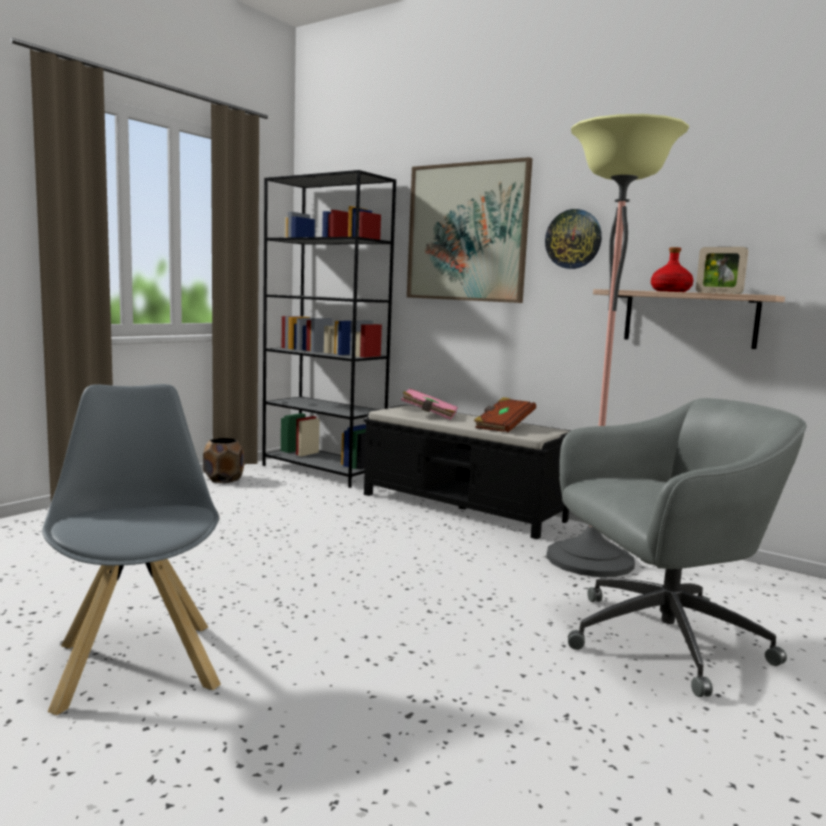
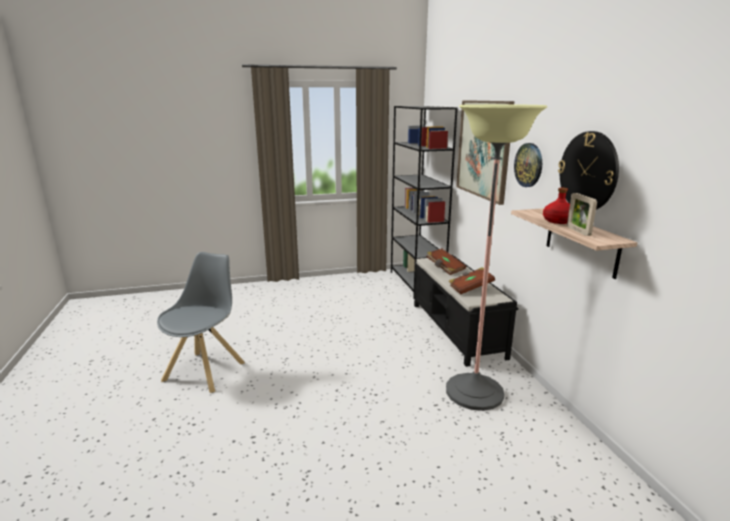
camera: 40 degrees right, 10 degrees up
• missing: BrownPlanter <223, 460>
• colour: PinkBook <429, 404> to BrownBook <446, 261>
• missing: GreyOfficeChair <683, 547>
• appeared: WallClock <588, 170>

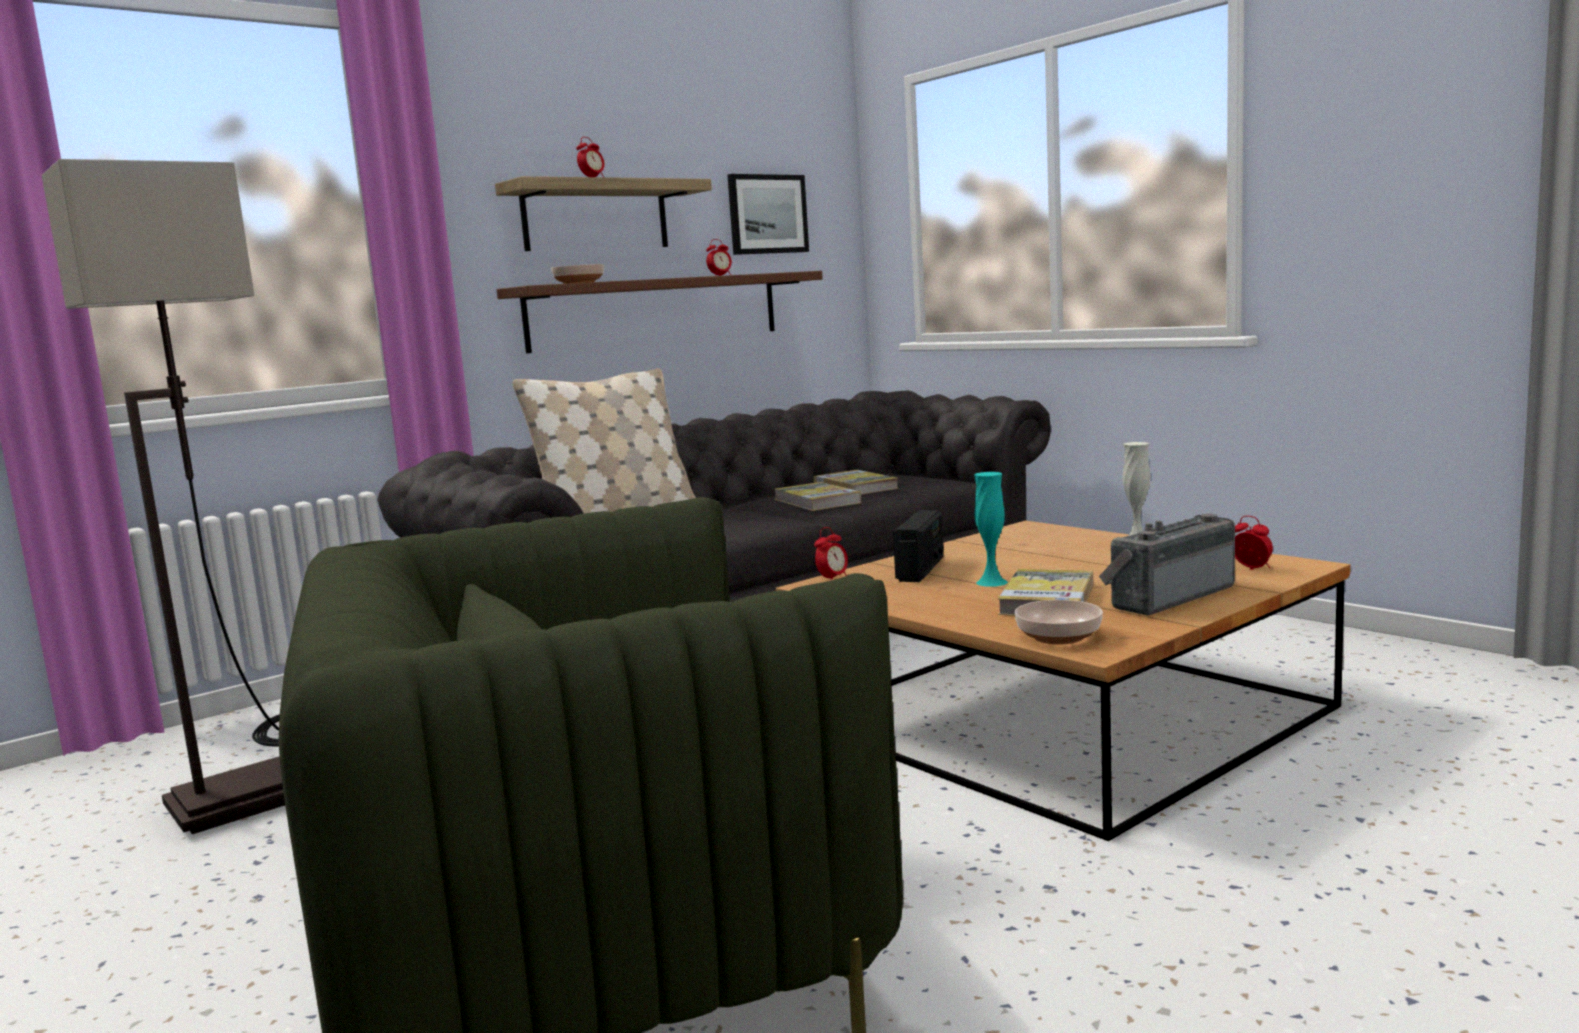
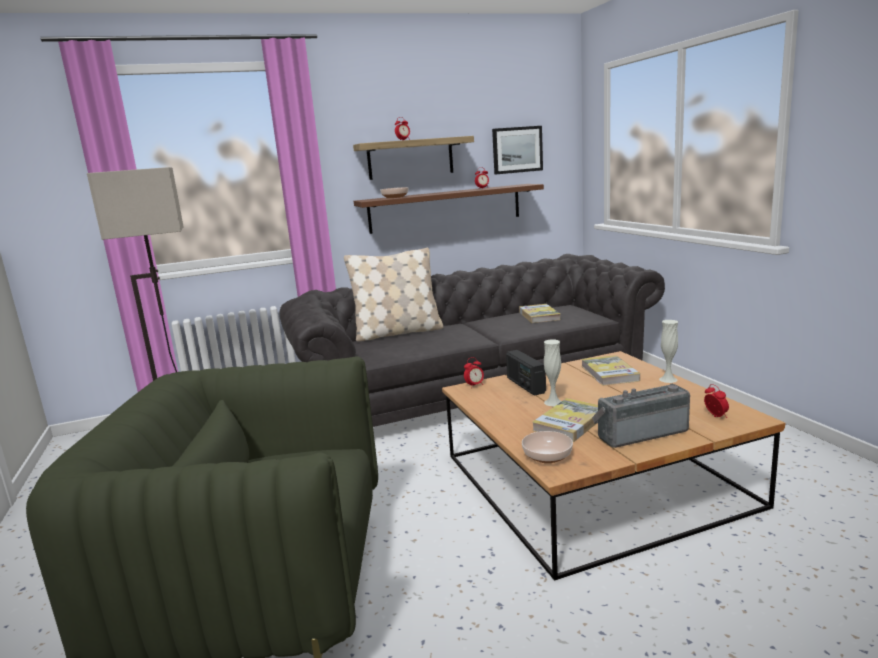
camera: 20 degrees right, 5 degrees up
• relocated: Book <817, 496> to <610, 370>
• spun: Radio <918, 546> = <526, 373> 120 degrees clockwise
• colour: TurquoiseVase <991, 529> to WhiteVase <553, 372>

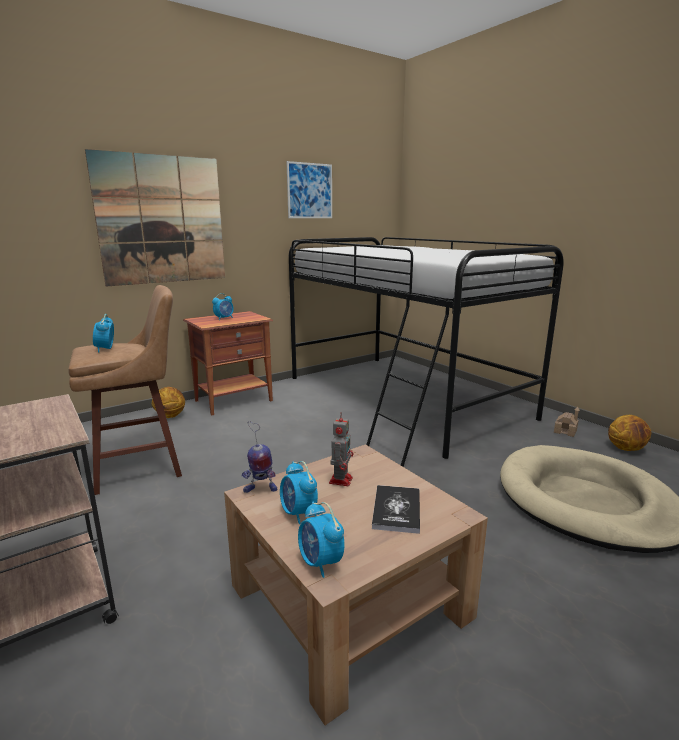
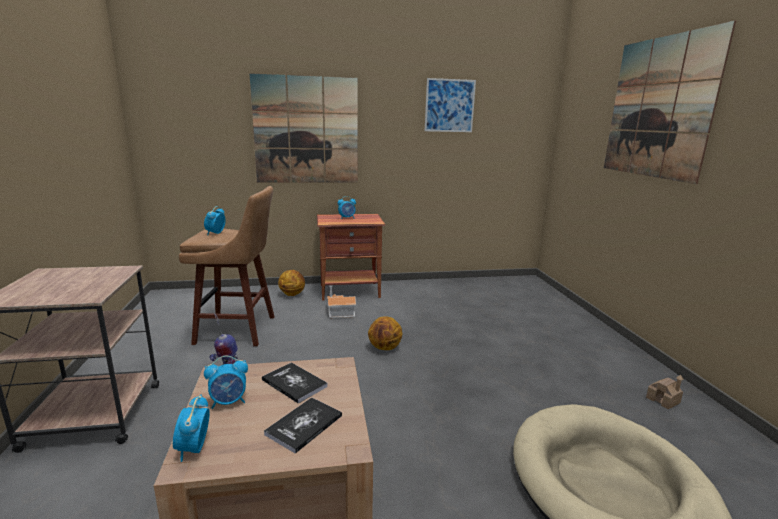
camera: 25 degrees right, 0 degrees up
• spun: AlarmClock <299, 492> = <226, 382> 105 degrees counterclockwise
• missing: BlackBed <426, 352>
• exchanged: ToyRobot <341, 449> to Book <295, 383>
• relocated: Basketball <629, 433> to <385, 333>
• appeared: ToyHouse <341, 302>
• appeared: Picture <670, 102>

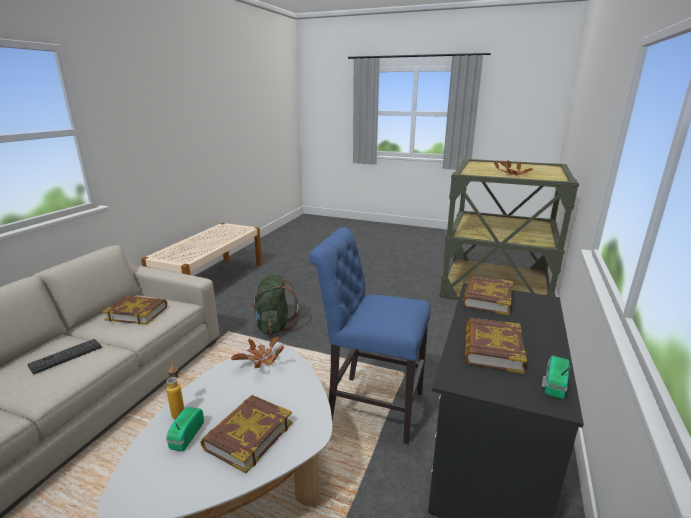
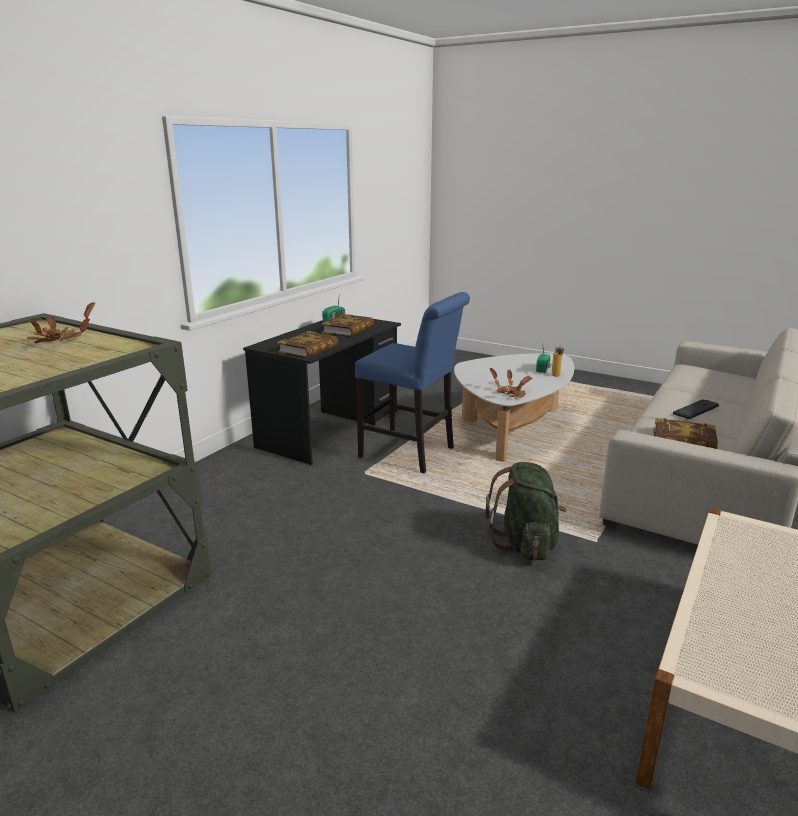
camera: 170 degrees left, 0 degrees up
• missing: Book <246, 434>

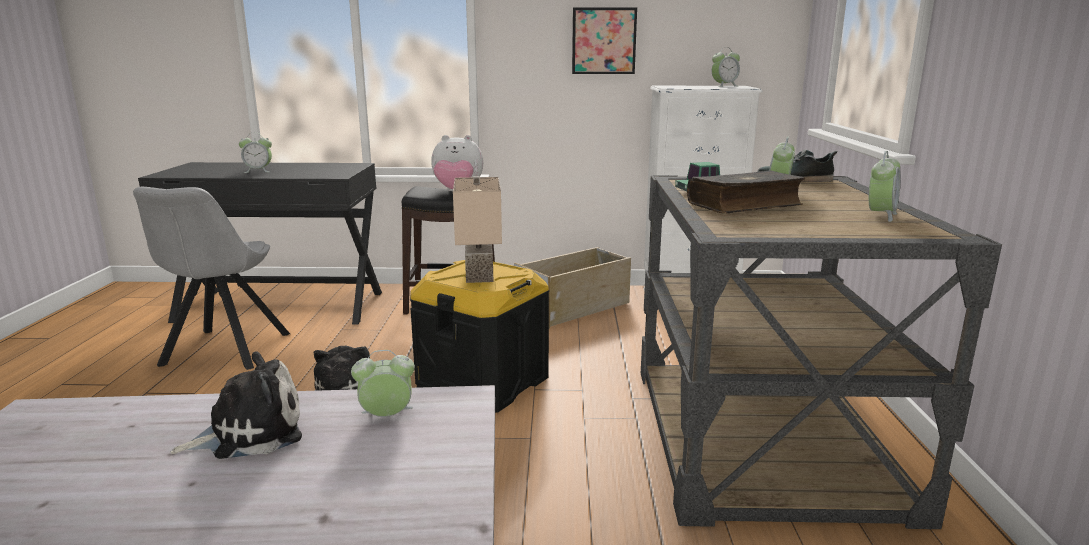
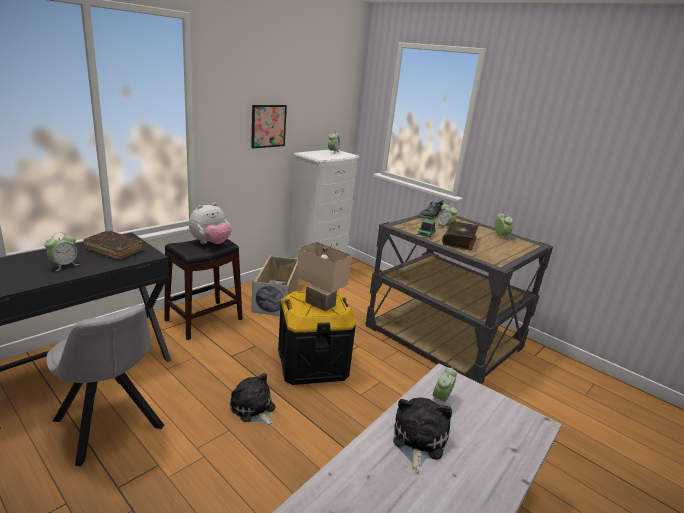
camera: 50 degrees left, 5 degrees up
• appeared: BrownBook <114, 245>

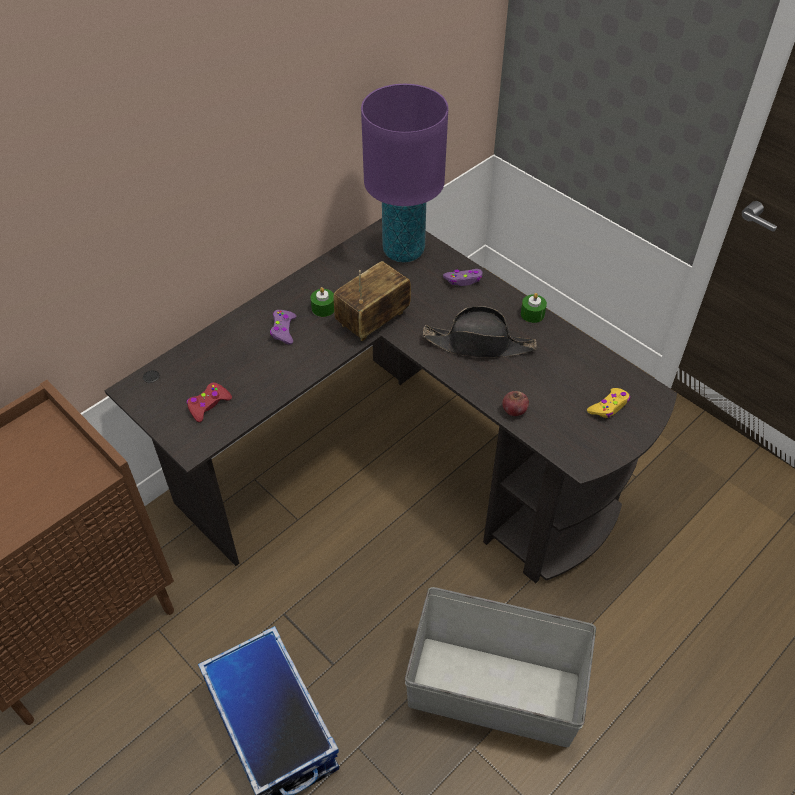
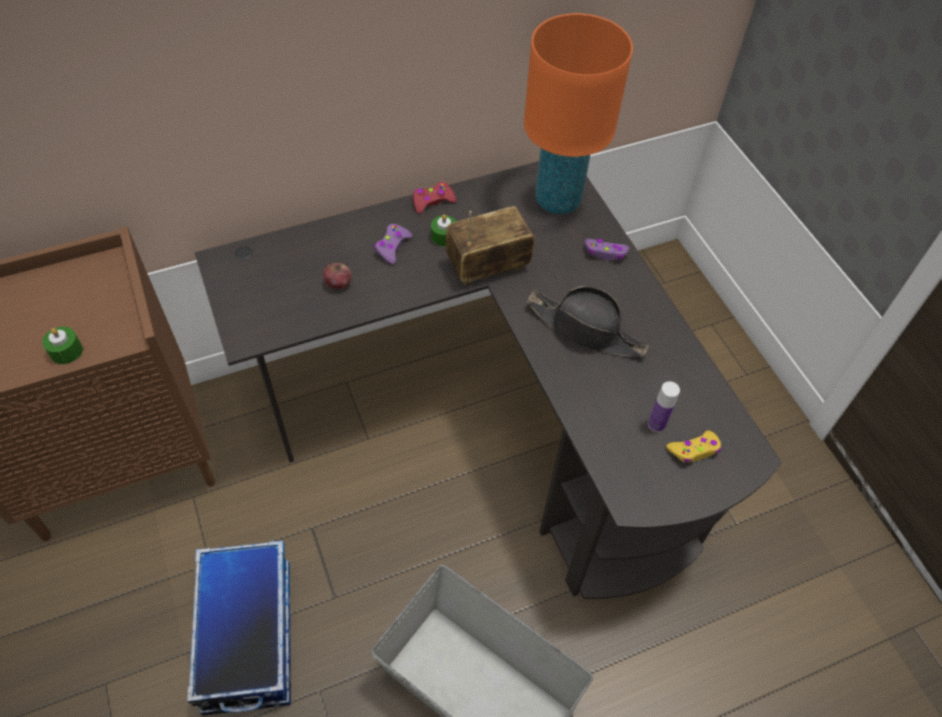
camera: 20 degrees right, 5 degrees up
• relocated: RedGameController <209, 402> to <434, 198>
• colour: PurpleTableLamp <404, 173> to OrangeTableLamp <578, 113>
• relocated: Apple <515, 403> to <337, 276>
• relocated: GreenCandle <534, 308> to <62, 345>
• appeared: Bottle <664, 406>

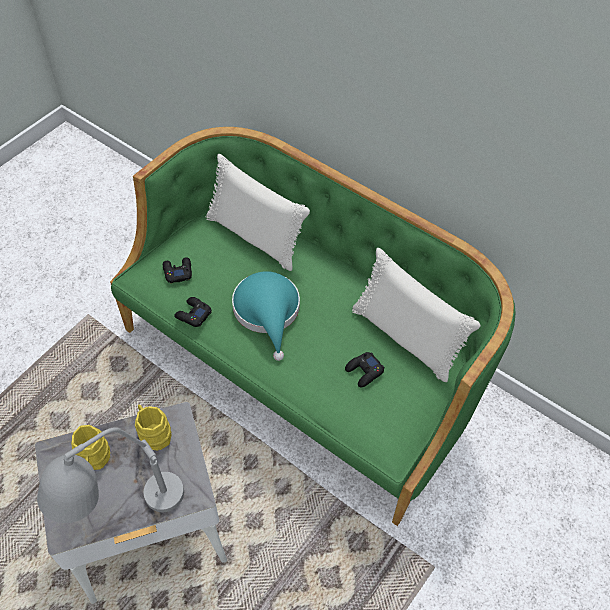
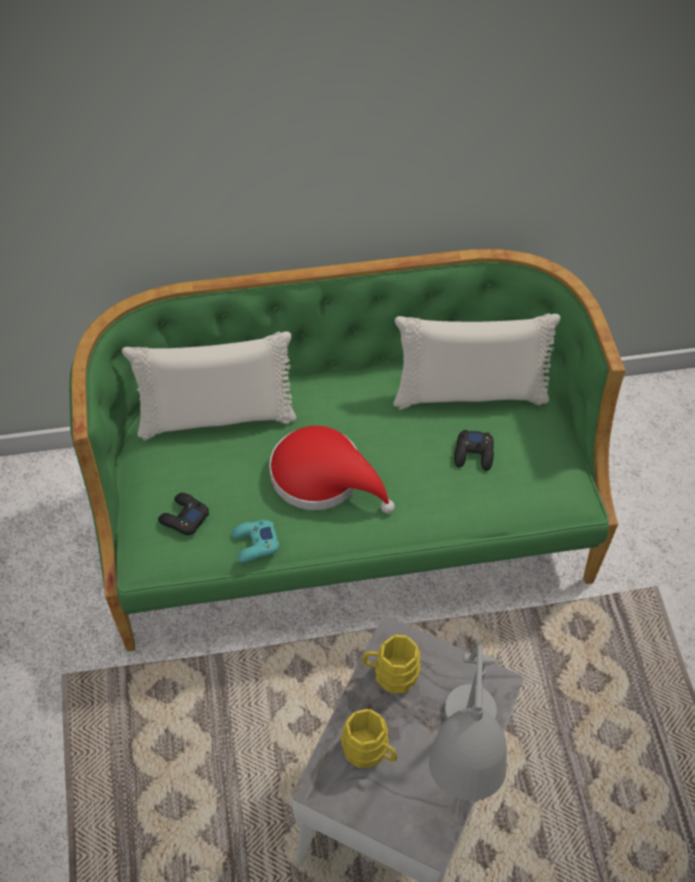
camera: 45 degrees left, 0 degrees up
• colour: BlackGameController <193, 312> to TurquoiseGameController <256, 540>
• colour: TurquoiseHat <266, 316> to RedHat <332, 470>

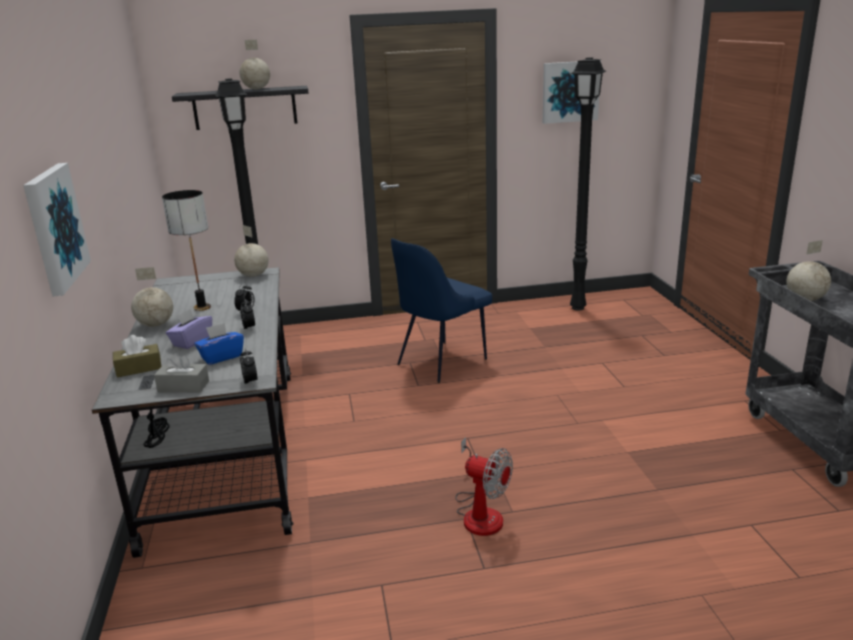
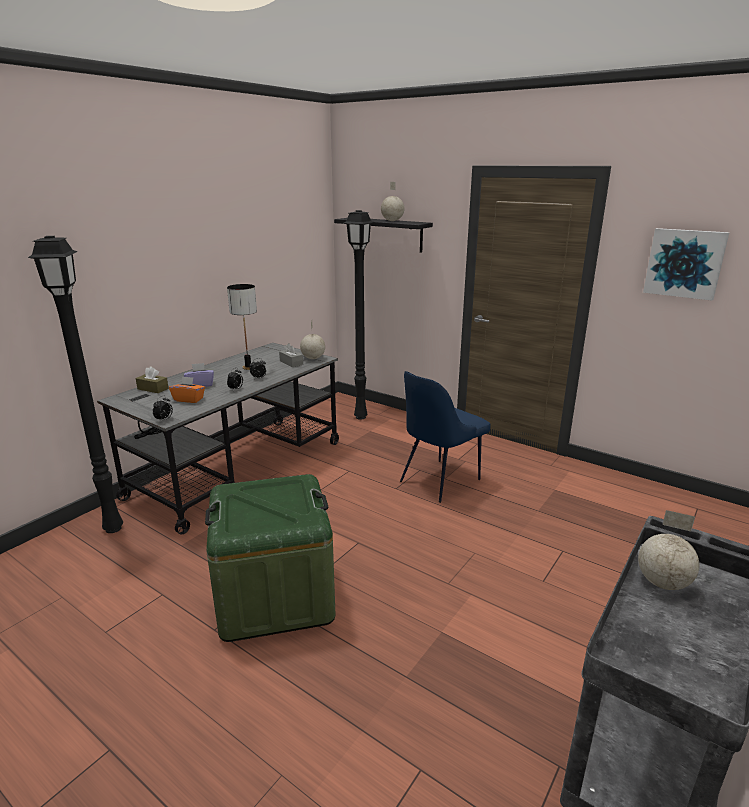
camera: 45 degrees right, 0 degrees up
• missing: Picture <57, 229>
• missing: Globe <152, 297>
• relocated: GreyTissueBox <181, 372> to <291, 355>
• colour: BlueTissueBox <219, 344> to OrangeTissueBox <187, 389>
• spun: BlueChair <441, 310> = <445, 437> 45 degrees counterclockwise
• exchanged: Fan <484, 486> to GreenStorageBox <270, 558>
• relocated: BlackFloorLamp <588, 184> to <75, 384>

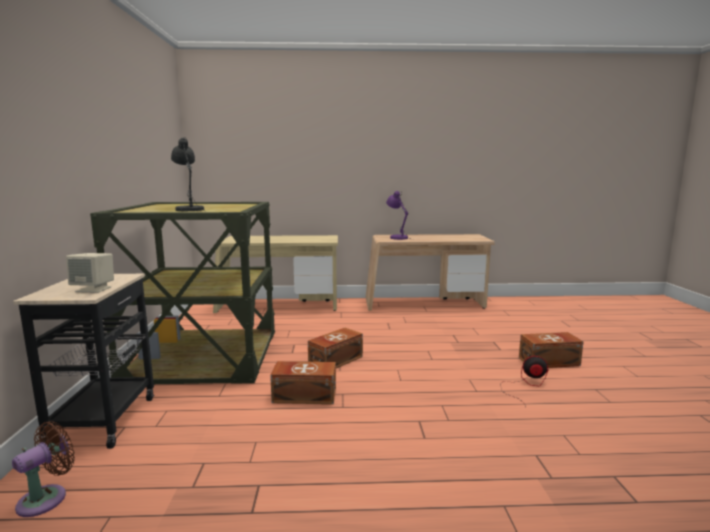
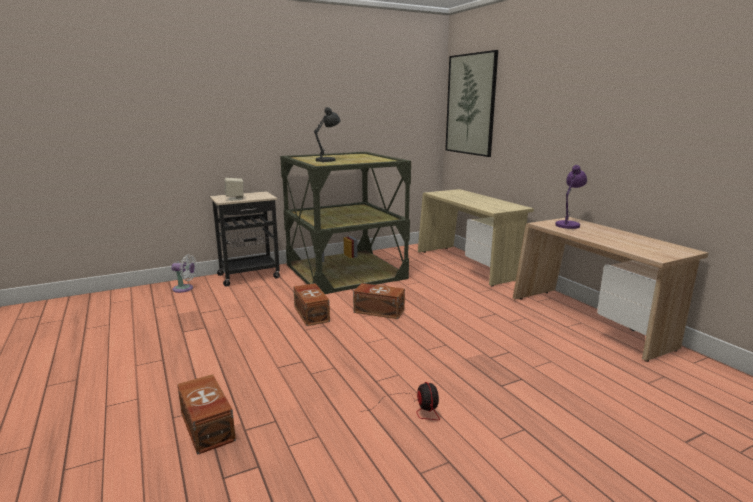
camera: 65 degrees right, 5 degrees up
• colour: BrownFan <43, 469> to WhiteFan <184, 273>
• relocated: BrownStorageBox <551, 350> to <206, 414>
• appeared: Picture <471, 103>

